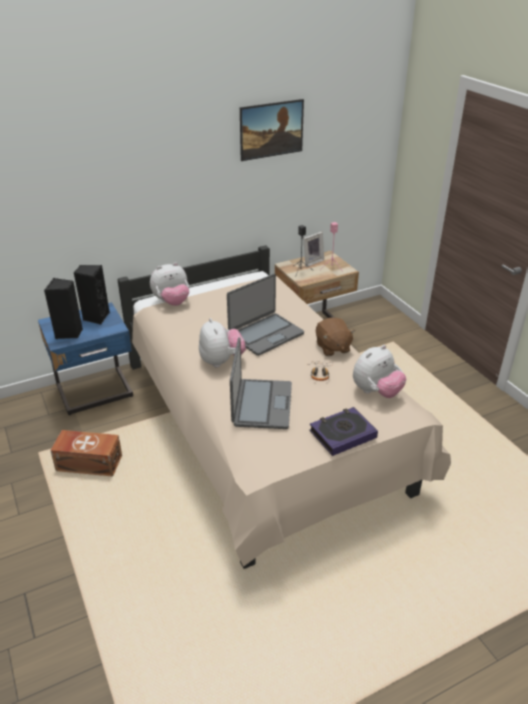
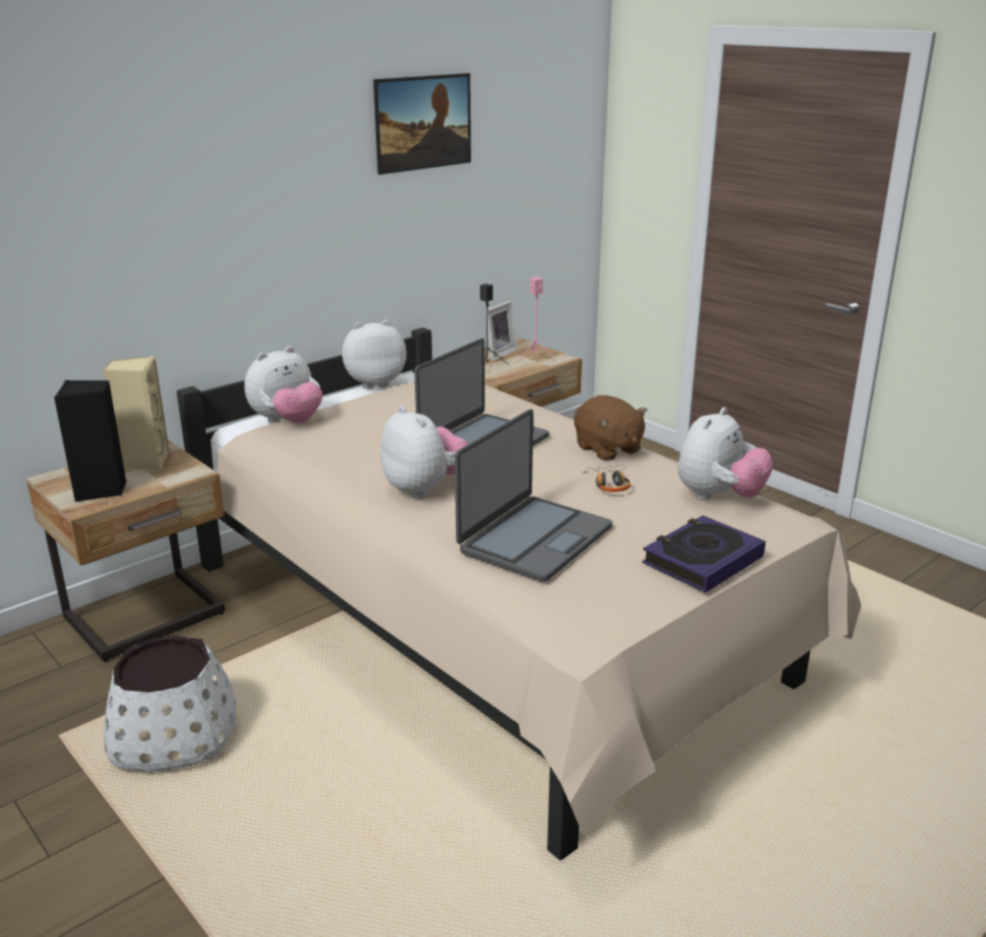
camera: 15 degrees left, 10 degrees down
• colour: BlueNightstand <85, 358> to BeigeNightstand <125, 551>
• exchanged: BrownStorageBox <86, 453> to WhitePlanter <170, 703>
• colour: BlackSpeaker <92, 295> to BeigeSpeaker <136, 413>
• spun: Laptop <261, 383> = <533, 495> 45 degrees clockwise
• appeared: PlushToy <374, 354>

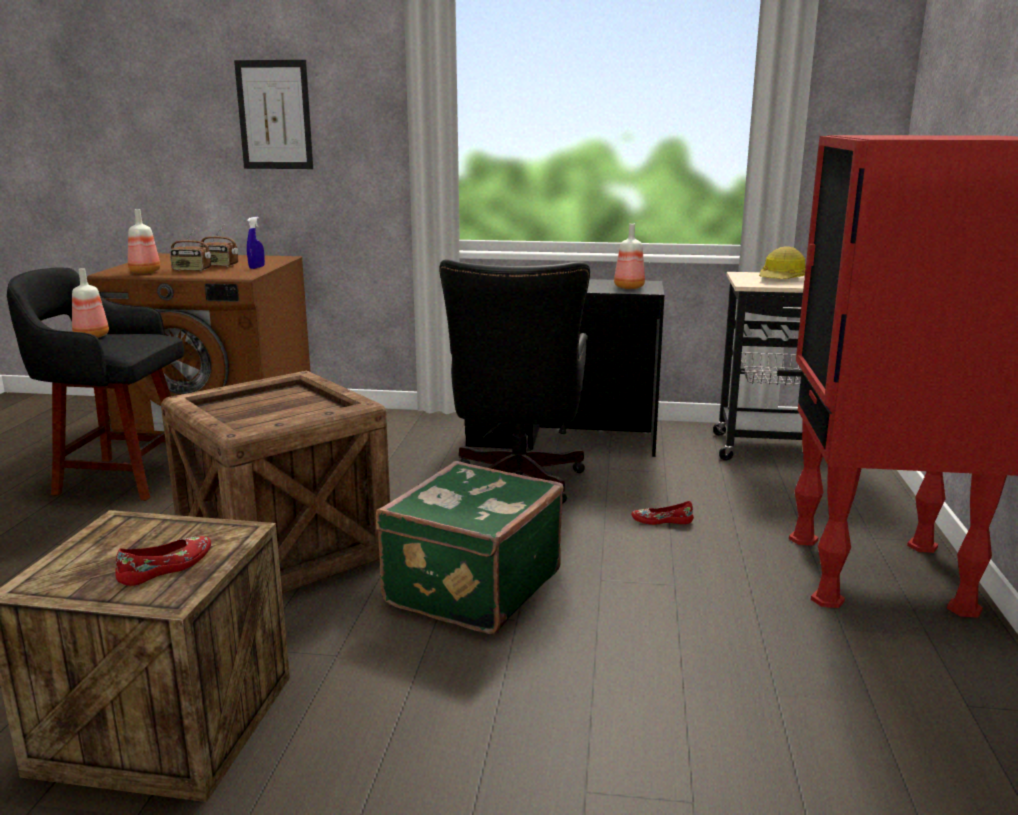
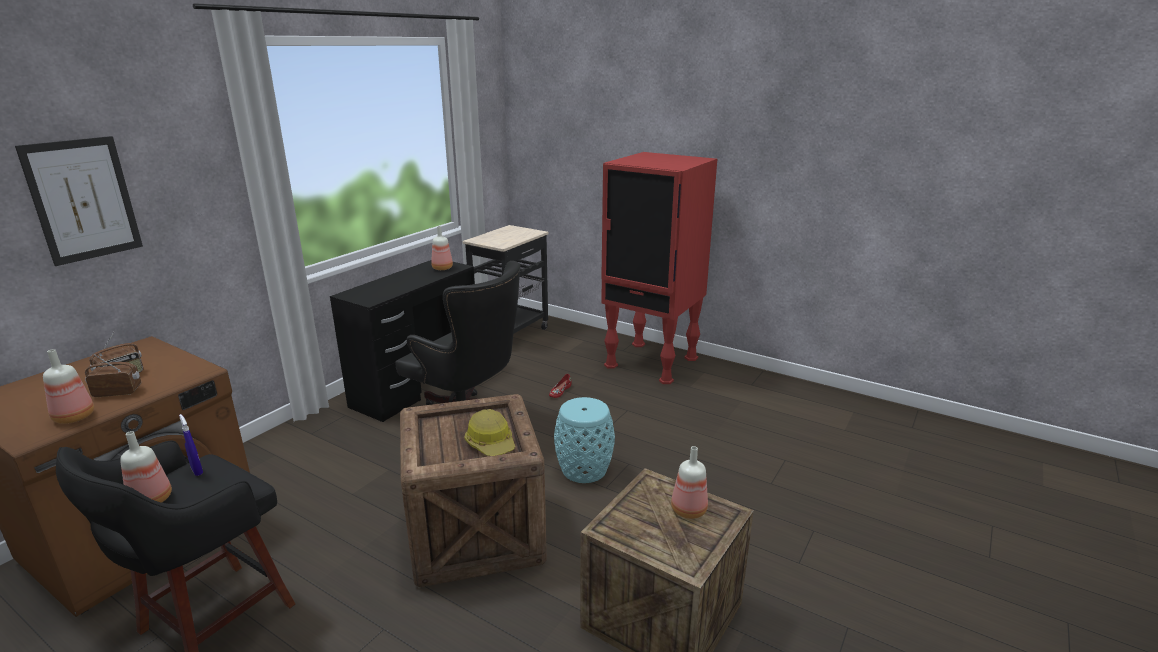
camera: 65 degrees left, 5 degrees up
• exchanged: RedShoe <163, 561> to Bottle <689, 482>
• spun: Radio <190, 249> = <113, 375> 135 degrees counterclockwise
• relocated: BlueSprayBottle <256, 243> to <191, 445>
• exchanged: GreenSuitcase <470, 547> to TurquoiseStool <584, 440>
• relocated: HardHat <782, 262> to <489, 432>

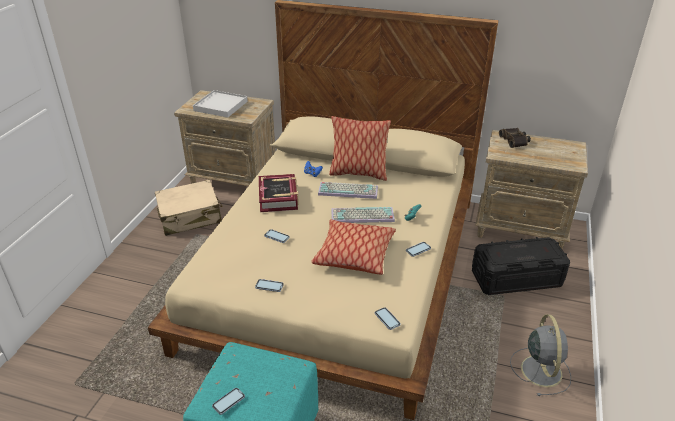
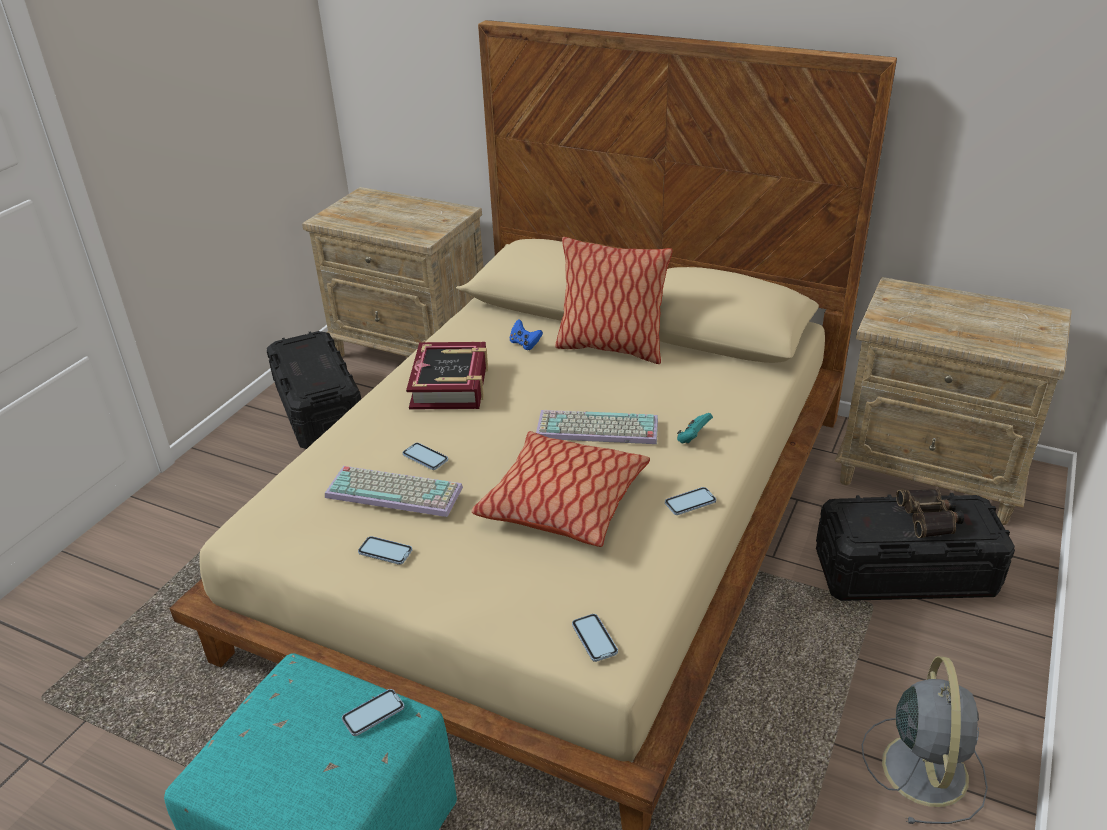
camera: 10 degrees right, 0 degrees up
• exchanged: BeigeSuitcase <189, 208> to BlackStorageBox <314, 390>
• missing: WhiteTray <220, 104>
• relocated: Phone <228, 401> to <373, 712>
• relocated: Keyboard <348, 190> to <394, 491>
• relocated: Binoculars <515, 138> to <930, 513>

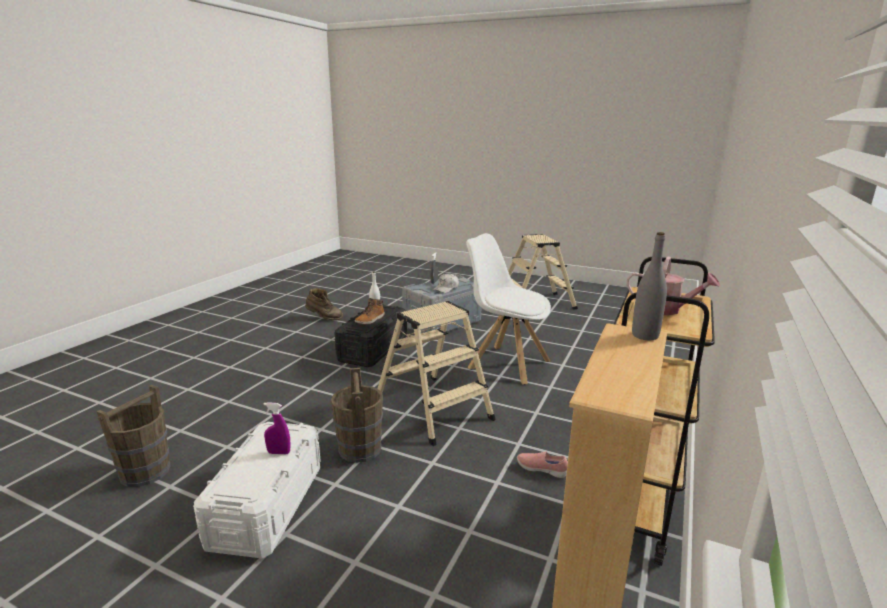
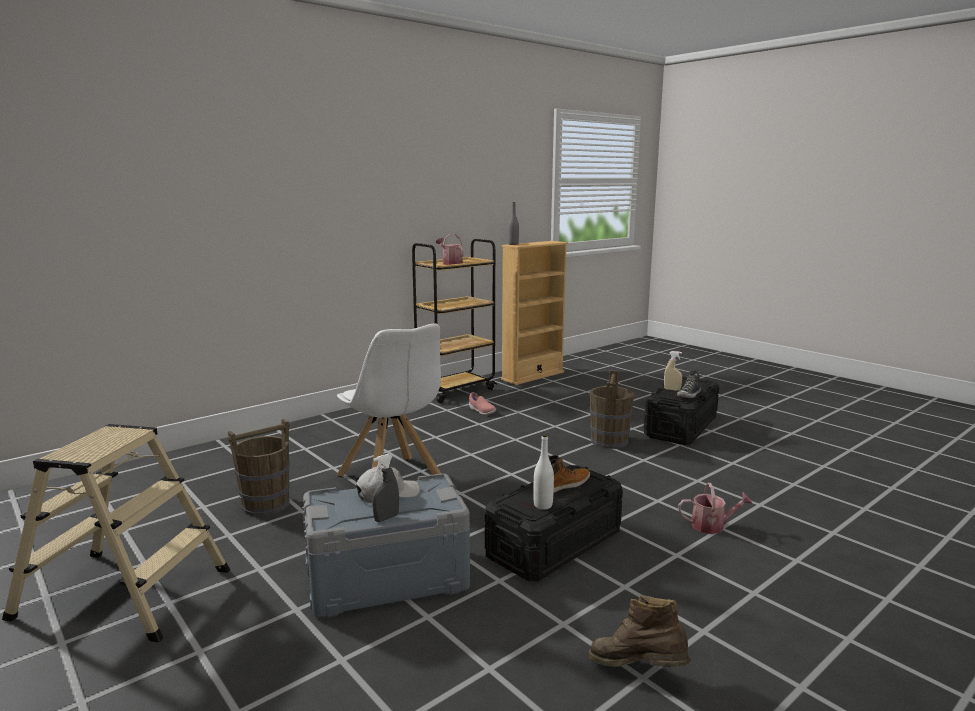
camera: 155 degrees left, 5 degrees down
• relocated: BrownBucket <133, 436> to <258, 468>
• colour: WhiteStorageBox <257, 490> to BlackStorageBox <681, 410>
• colour: PurpleSprayBottle <277, 428> to BeigeSprayBottle <673, 371>
• missing: BeigeStepLadder <437, 373>
• appeared: Shoe <689, 383>
• appeared: WateringCan <715, 508>

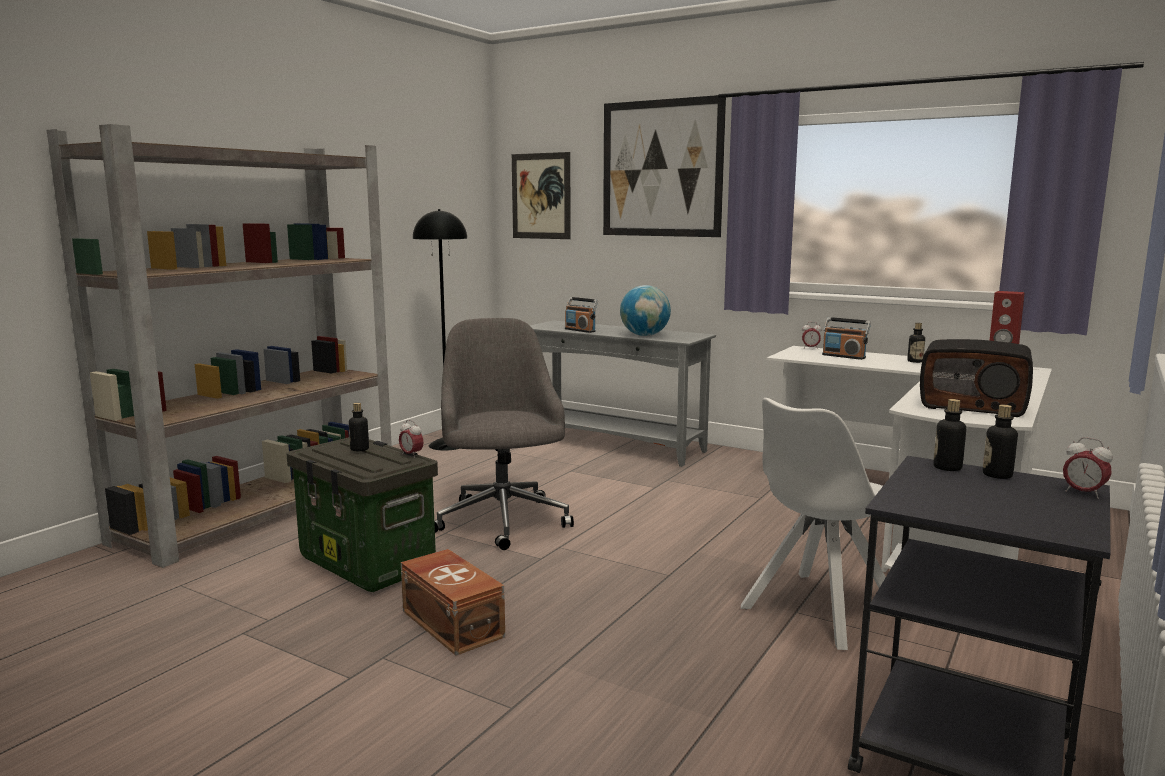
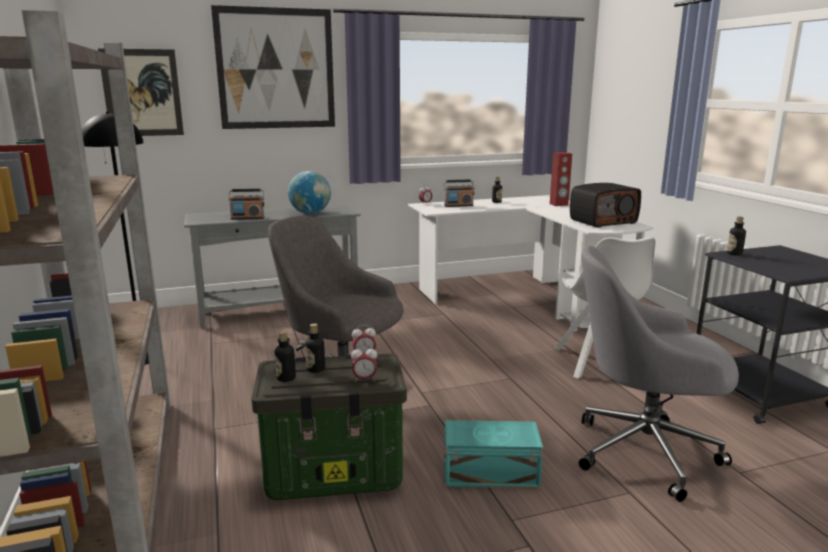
camera: 50 degrees left, 5 degrees up
• colour: BrownStorageBox <453, 602> to TurquoiseStorageBox <493, 454>
• relocated: Bottle <1000, 442> to <285, 356>
• relocated: AlarmClock <1088, 468> to <364, 363>
• appeared: GreyOfficeChair <659, 374>

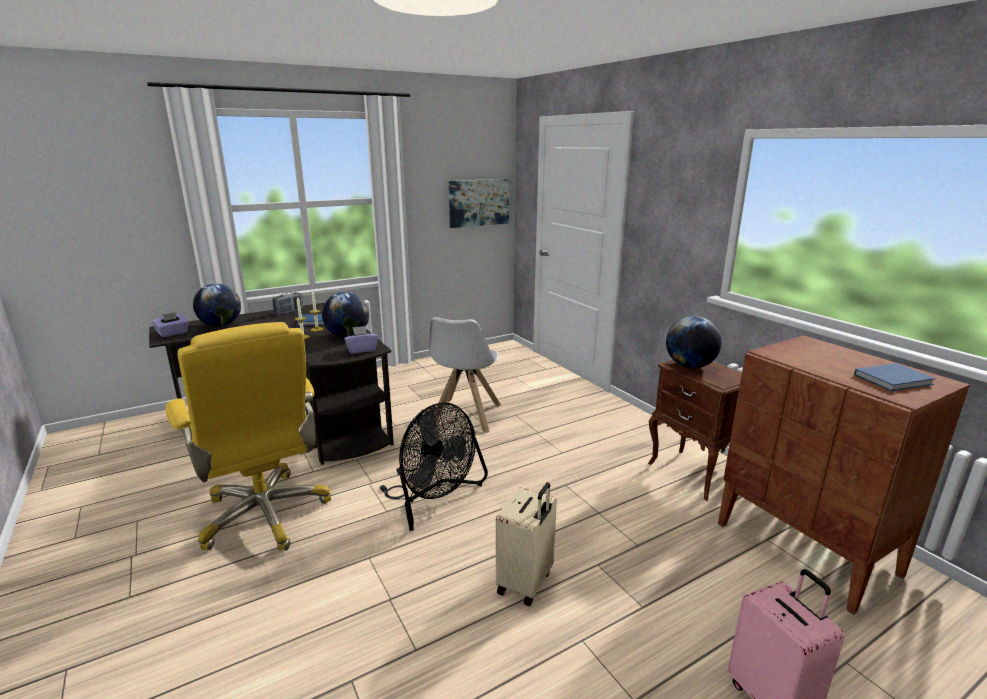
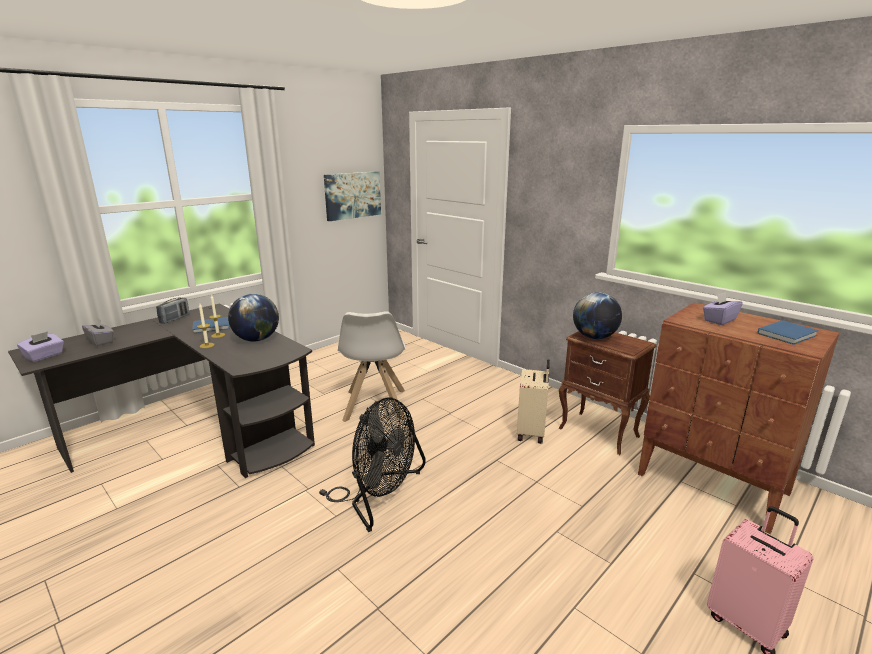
camera: 15 degrees left, 0 degrees up
• missing: YellowOfficeChair <248, 436>
• exchanged: Globe <217, 305> to GreyTissueBox <98, 331>
• relocated: PurpleTissueBox <361, 340> to <723, 308>
• relocated: BeigeSuitcase <526, 544> to <533, 401>

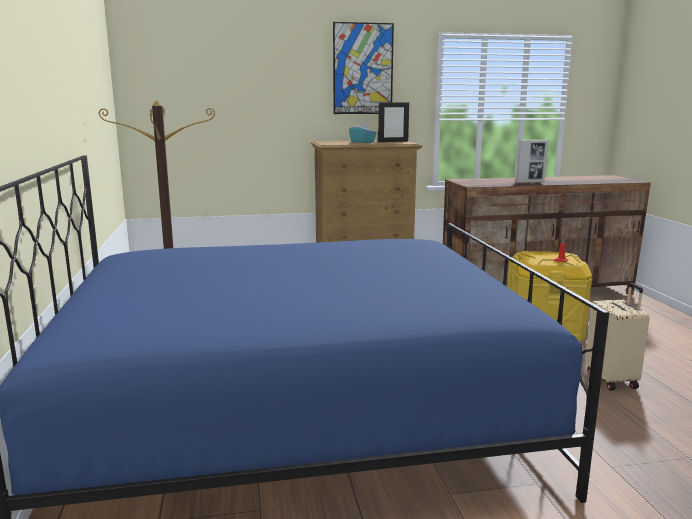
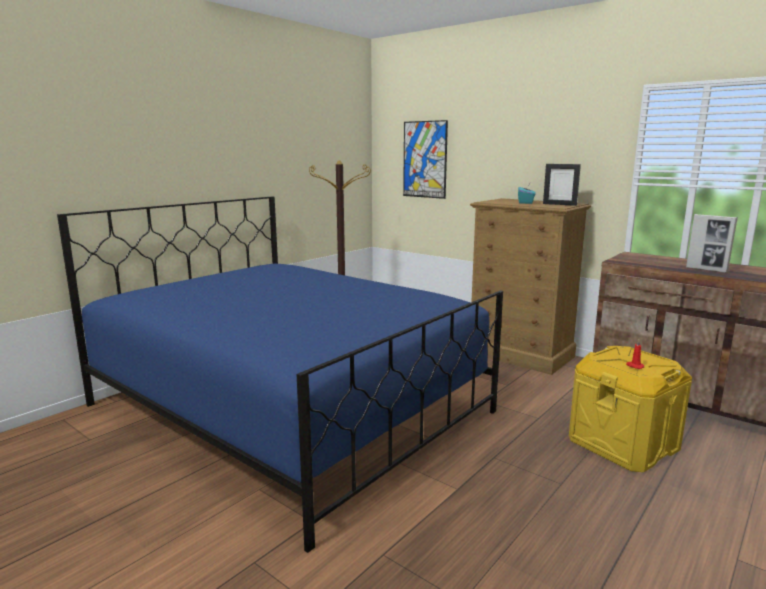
camera: 50 degrees right, 0 degrees up
• relocated: Picture <363, 68> to <425, 159>
• missing: BeigeSuitcase <617, 336>

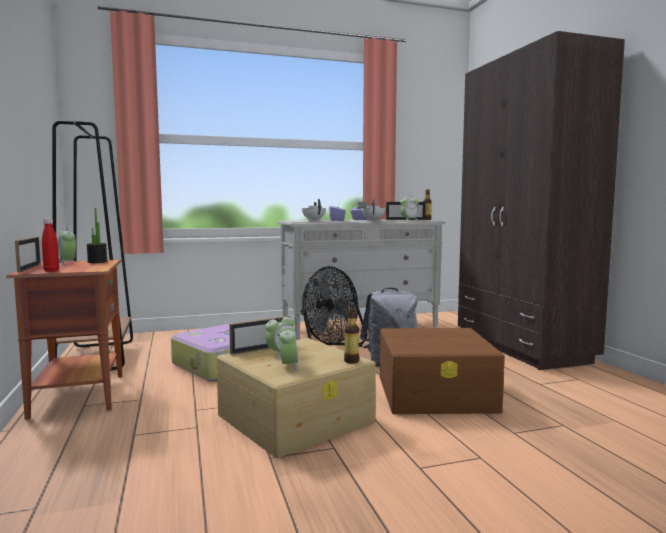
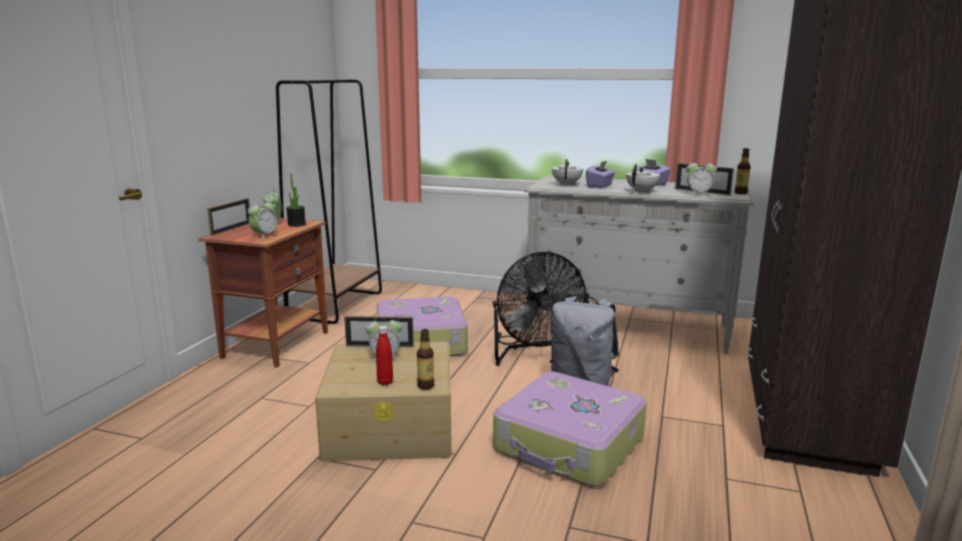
camera: 35 degrees right, 10 degrees up
• relocated: RedBottle <50, 245> to <384, 355>
• relocated: AlarmClock <288, 346> to <263, 219>
• exchanged: BrownStorageBox <442, 371> to Suitcase <570, 429>

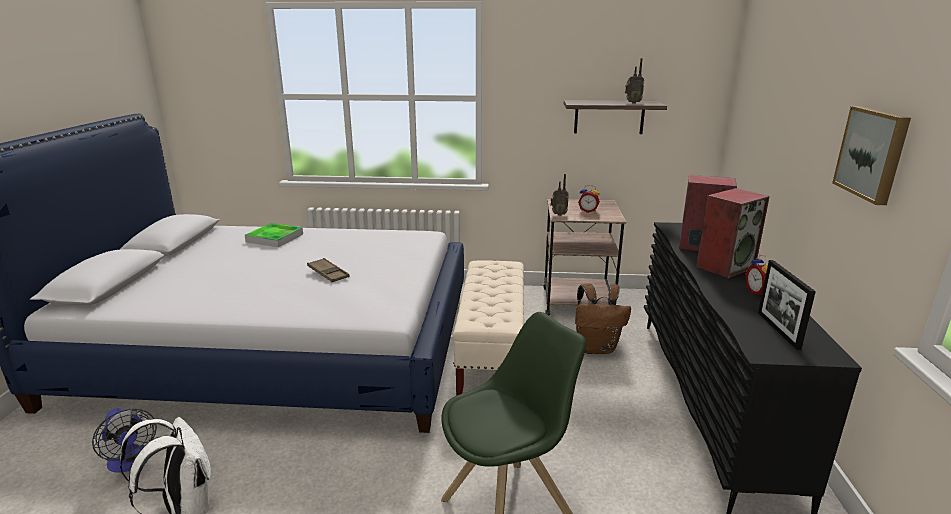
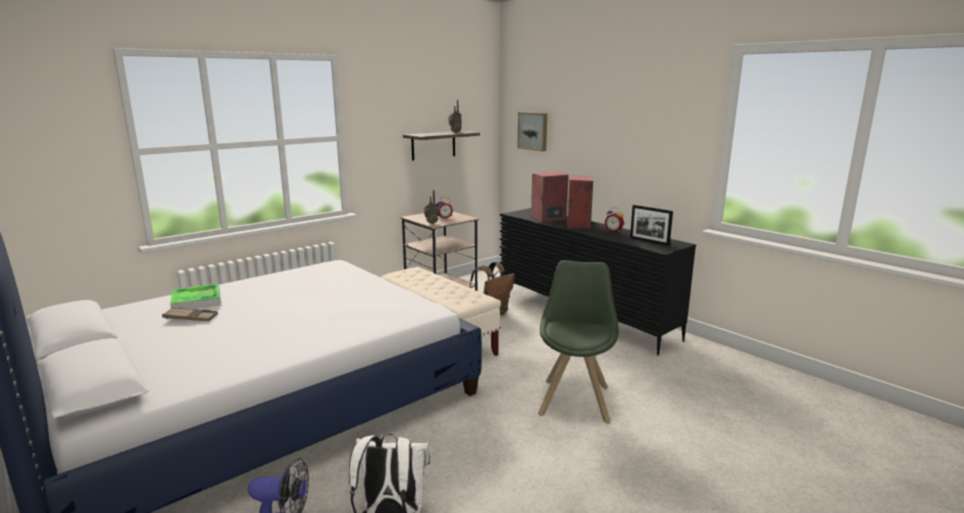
camera: 45 degrees left, 5 degrees down
• relocated: BrownTray <328, 270> to <190, 314>
• relocated: Picture <871, 155> to <532, 131>

